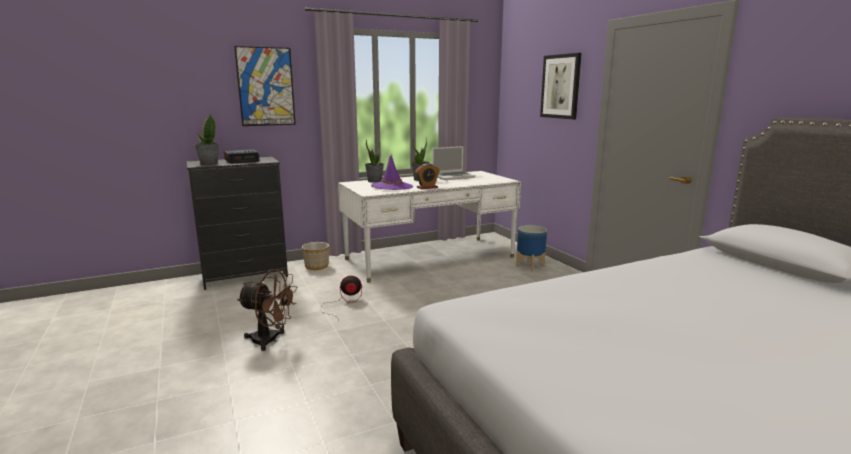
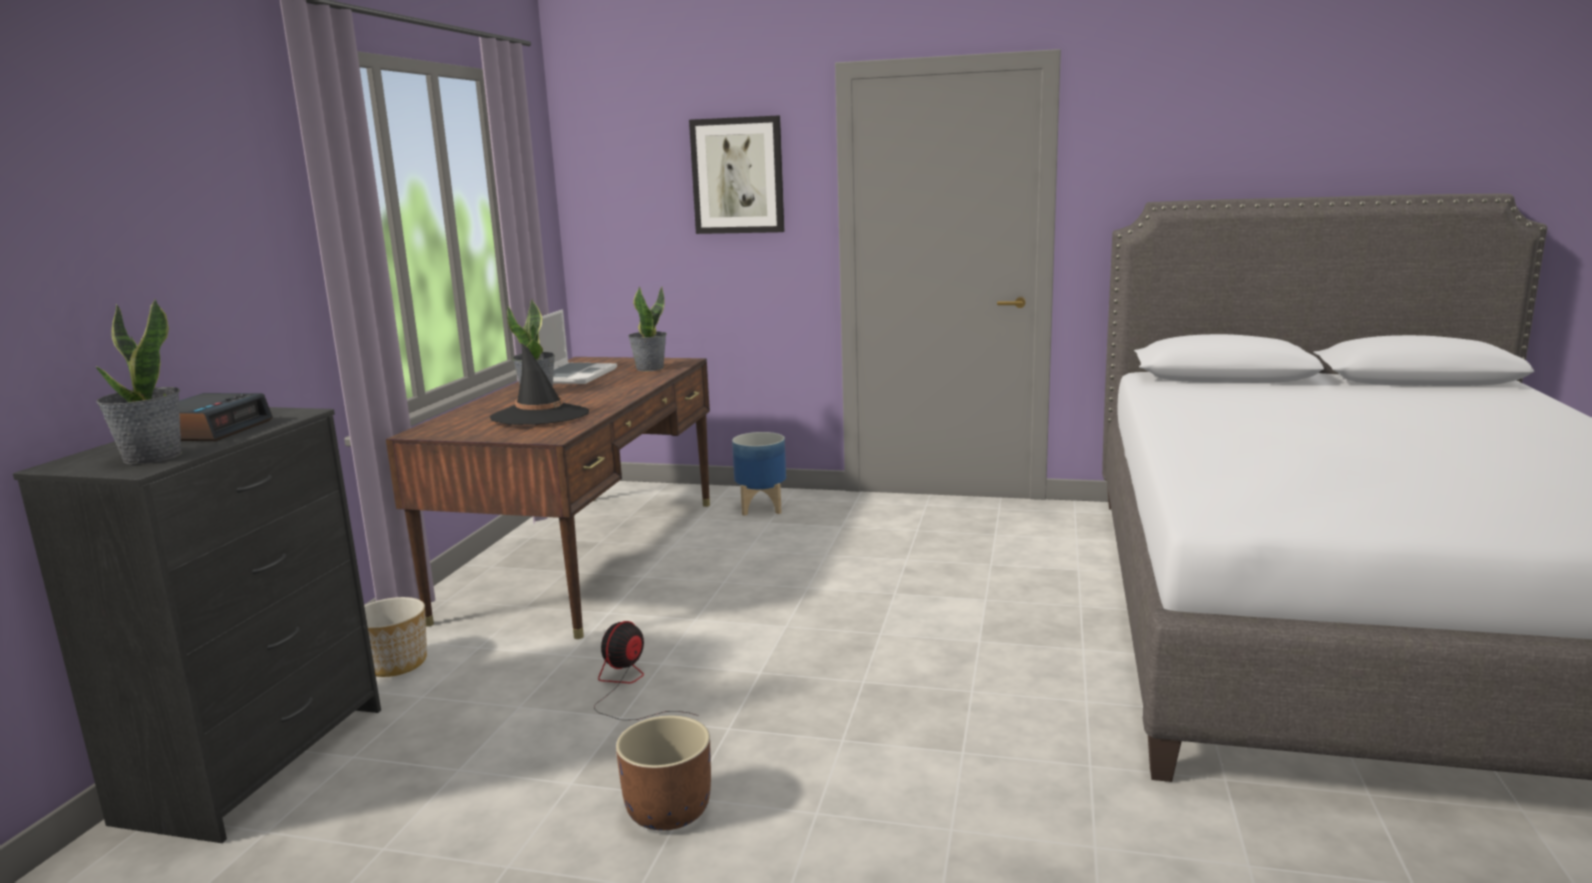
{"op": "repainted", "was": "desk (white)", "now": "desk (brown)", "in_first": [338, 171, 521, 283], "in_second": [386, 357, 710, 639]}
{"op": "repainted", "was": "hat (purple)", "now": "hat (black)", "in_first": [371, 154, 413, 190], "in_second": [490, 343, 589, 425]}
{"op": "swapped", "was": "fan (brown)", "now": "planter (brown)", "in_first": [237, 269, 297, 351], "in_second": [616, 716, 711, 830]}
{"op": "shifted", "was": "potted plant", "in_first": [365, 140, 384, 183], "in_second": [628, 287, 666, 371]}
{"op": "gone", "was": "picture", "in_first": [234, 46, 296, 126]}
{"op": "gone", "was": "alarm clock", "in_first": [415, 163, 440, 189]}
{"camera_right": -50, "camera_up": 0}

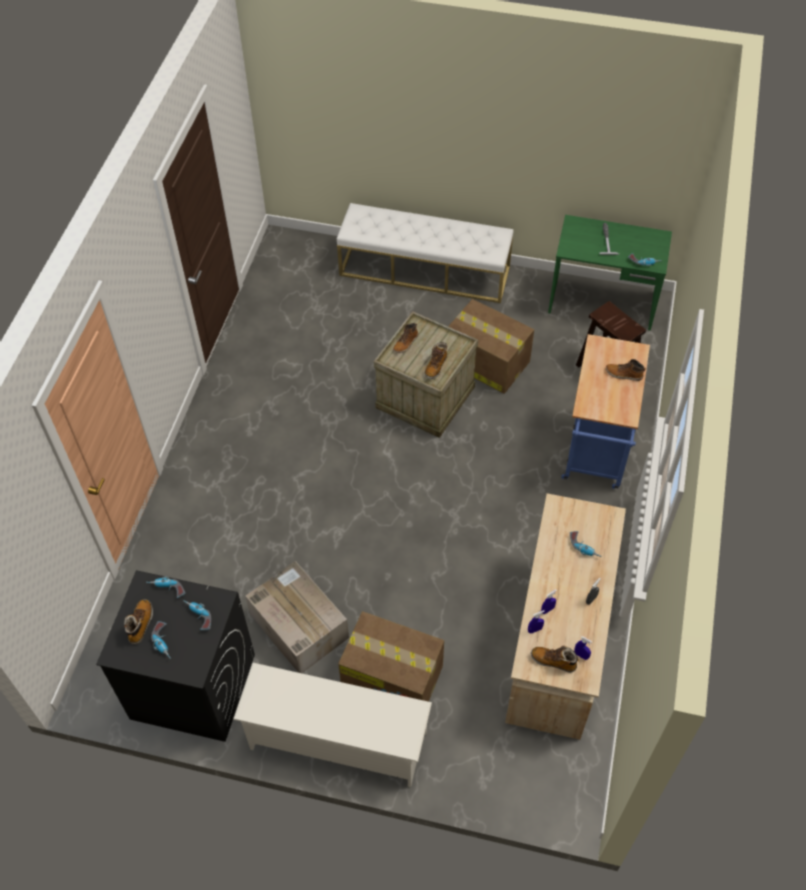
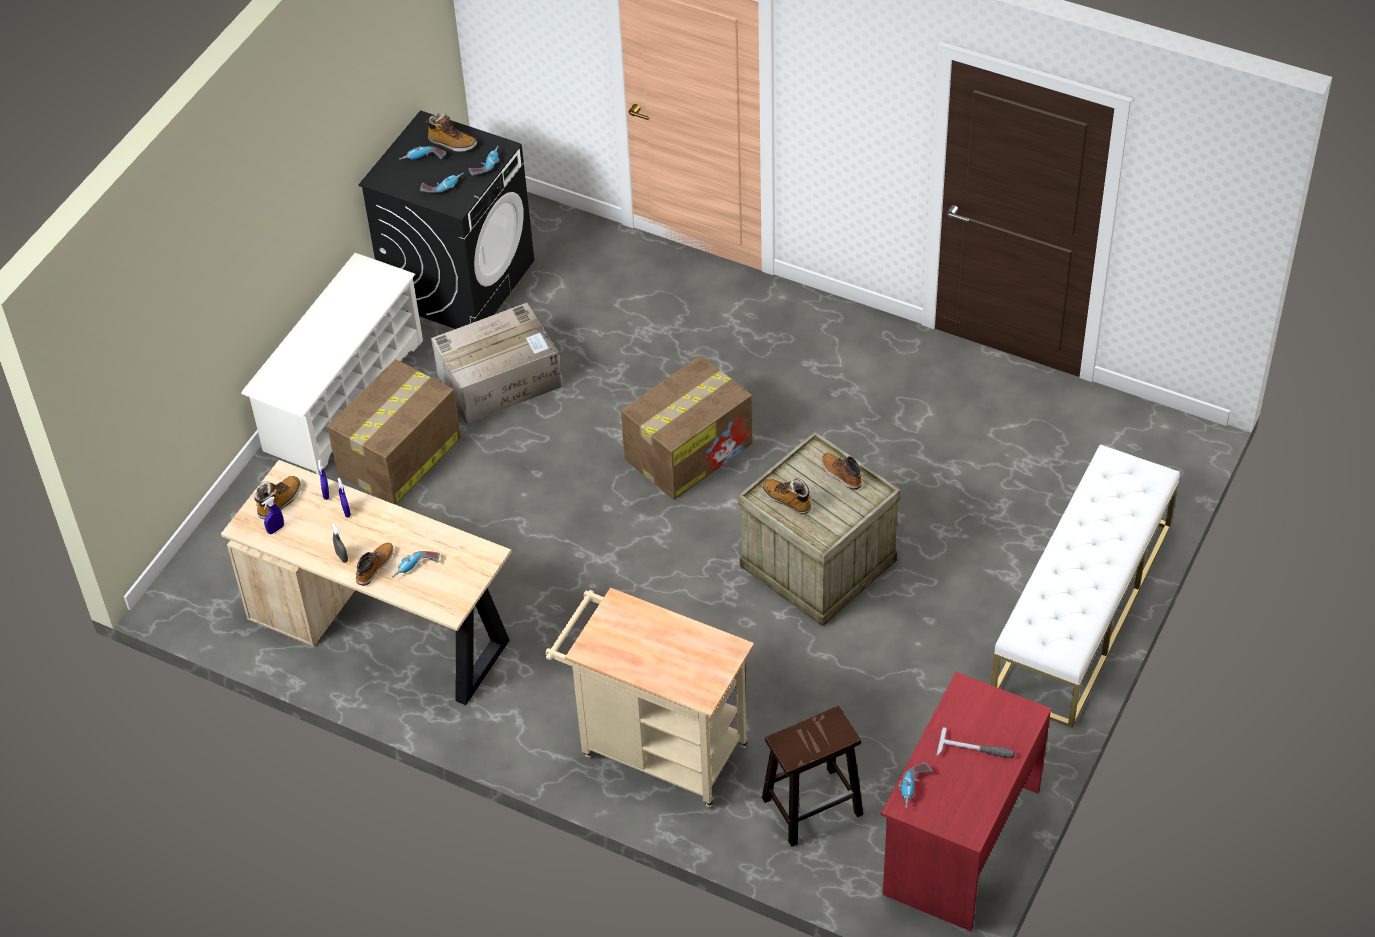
{"op": "shifted", "was": "boot", "in_first": [606, 359, 646, 381], "in_second": [356, 543, 394, 586]}
{"op": "repainted", "was": "cart (blue)", "now": "cart (beige)", "in_first": [561, 334, 650, 489], "in_second": [545, 588, 754, 808]}
{"op": "shifted", "was": "cardboard box", "in_first": [448, 299, 534, 394], "in_second": [621, 355, 753, 500]}
{"op": "repainted", "was": "desk (green)", "now": "desk (red)", "in_first": [548, 215, 672, 331], "in_second": [881, 672, 1052, 931]}
{"camera_right": 105, "camera_up": -5}

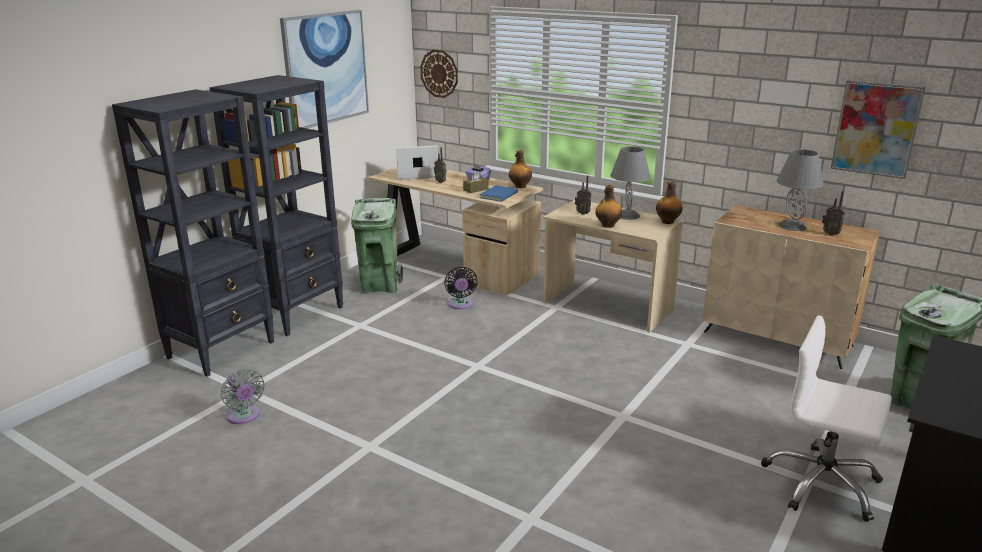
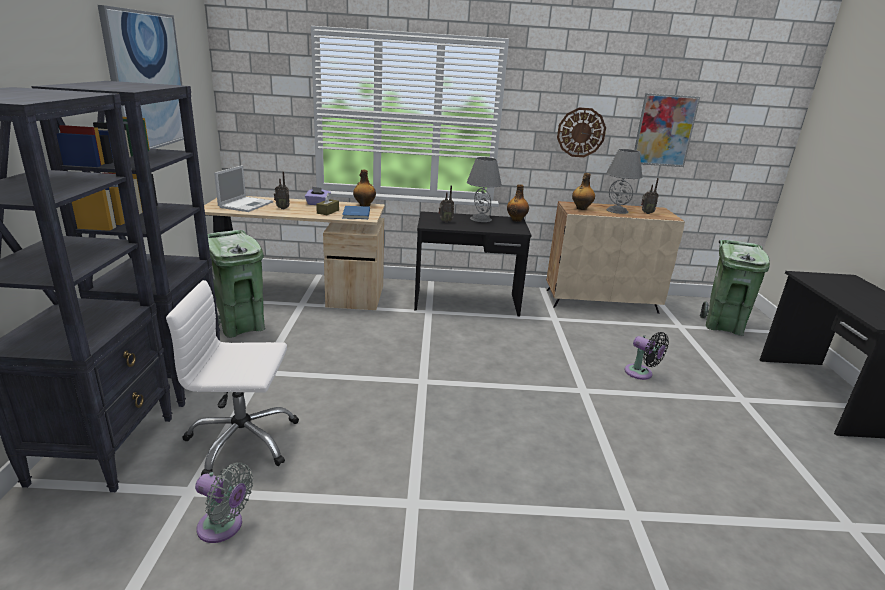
{"op": "shifted", "was": "office chair (white)", "in_first": [761, 315, 892, 522], "in_second": [166, 280, 299, 475]}
{"op": "rotated", "was": "laptop", "in_first": [396, 146, 438, 180], "in_second": [214, 165, 273, 212], "clockwise": 150}
{"op": "repainted", "was": "desk (beige)", "now": "desk (black)", "in_first": [543, 199, 683, 333], "in_second": [414, 211, 532, 317]}
{"op": "shifted", "was": "wall clock", "in_first": [420, 50, 458, 98], "in_second": [557, 108, 606, 157]}
{"op": "shifted", "was": "bottle", "in_first": [595, 185, 622, 228], "in_second": [572, 173, 595, 210]}
{"op": "shifted", "was": "fan (black)", "in_first": [444, 267, 478, 309], "in_second": [624, 332, 669, 380]}
{"camera_right": -35, "camera_up": 0}

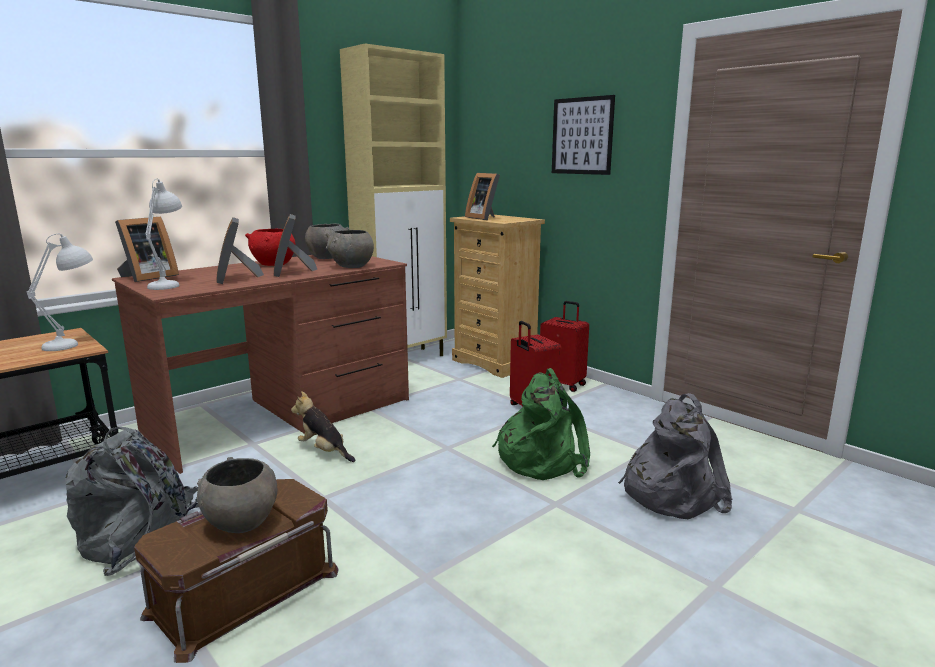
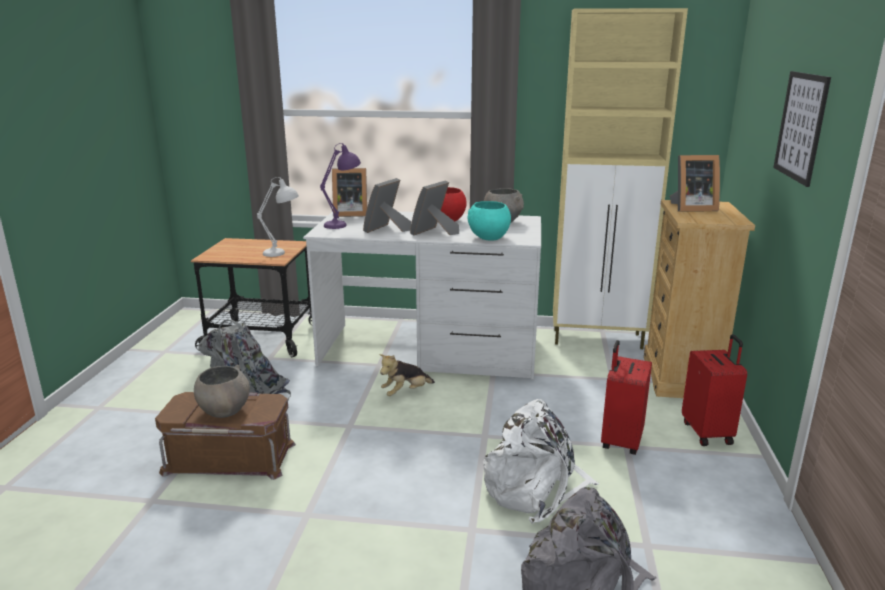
{"op": "repainted", "was": "desk (brown)", "now": "desk (white)", "in_first": [112, 255, 409, 474], "in_second": [303, 212, 541, 380]}
{"op": "repainted", "was": "table lamp (white)", "now": "table lamp (purple)", "in_first": [145, 178, 182, 290], "in_second": [320, 143, 361, 229]}
{"op": "rotated", "was": "plush toy", "in_first": [291, 391, 355, 462], "in_second": [379, 354, 435, 396], "clockwise": -120}
{"op": "repainted", "was": "bowl (grey)", "now": "bowl (turquoise)", "in_first": [326, 230, 374, 268], "in_second": [468, 201, 511, 241]}
{"op": "repainted", "was": "backpack (green)", "now": "backpack (white)", "in_first": [492, 368, 590, 480], "in_second": [483, 399, 599, 524]}
{"op": "rotated", "was": "picture frame", "in_first": [465, 173, 500, 220], "in_second": [670, 155, 720, 212], "clockwise": -105}
{"camera_right": 50, "camera_up": 5}

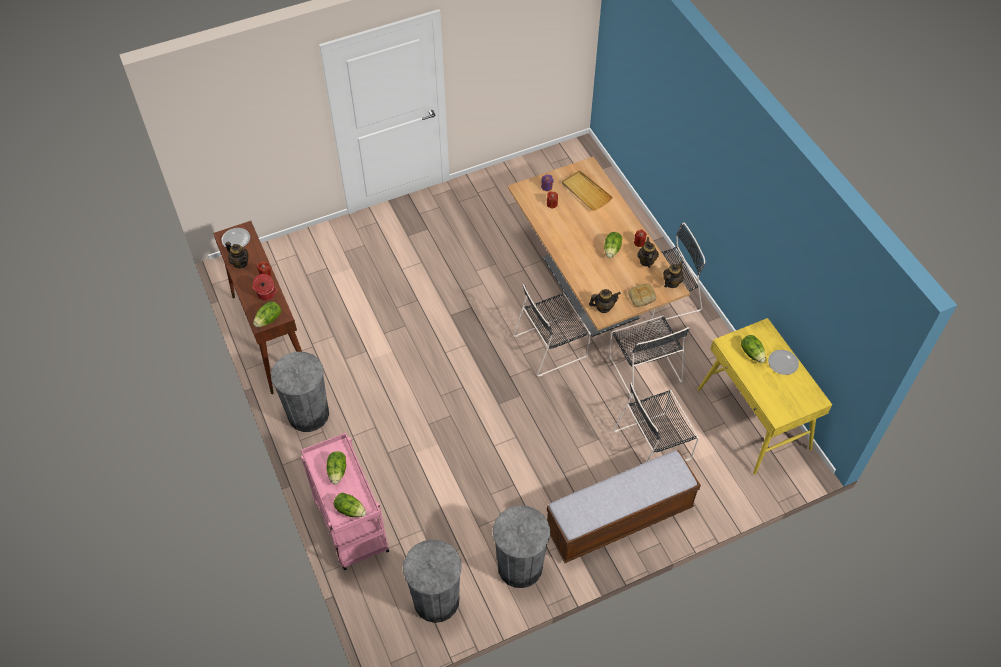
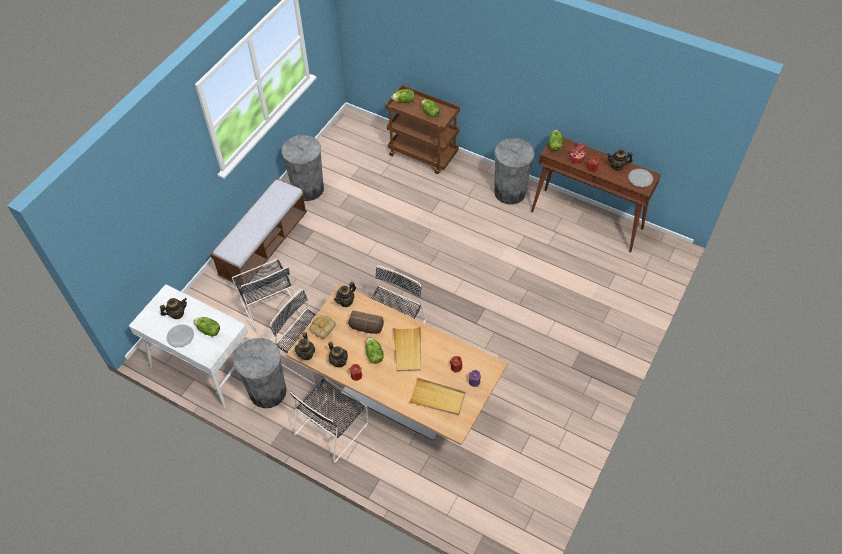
{"op": "repainted", "was": "desk (yellow)", "now": "desk (white)", "in_first": [697, 318, 832, 475], "in_second": [129, 284, 248, 408]}
{"op": "new", "now": "teapot", "in_second": [160, 298, 187, 319]}
{"op": "rotated", "was": "chair (black)", "in_first": [613, 383, 699, 462], "in_second": [232, 259, 301, 333], "clockwise": 120}
{"op": "shifted", "was": "trash can (grey)", "in_first": [403, 539, 462, 623], "in_second": [233, 338, 287, 408]}
{"op": "new", "now": "bread", "in_second": [348, 311, 384, 334]}
{"op": "repainted", "was": "cart (pink)", "now": "cart (brown)", "in_first": [301, 433, 389, 570], "in_second": [385, 85, 460, 174]}
{"op": "new", "now": "tray (beige)", "in_second": [393, 326, 421, 372]}
{"camera_right": 145, "camera_up": 0}

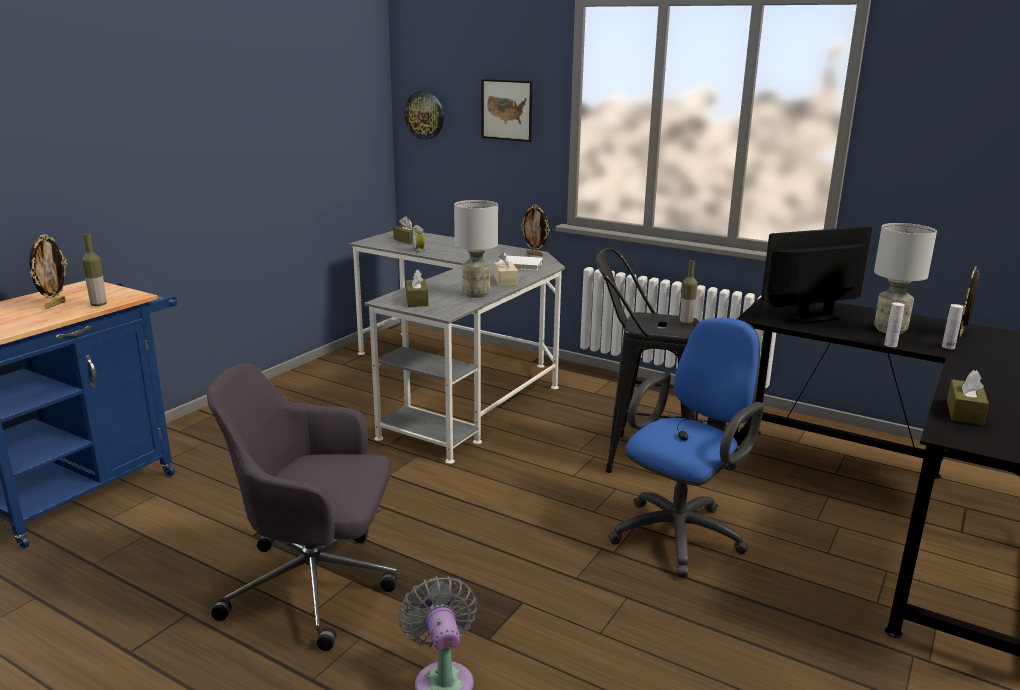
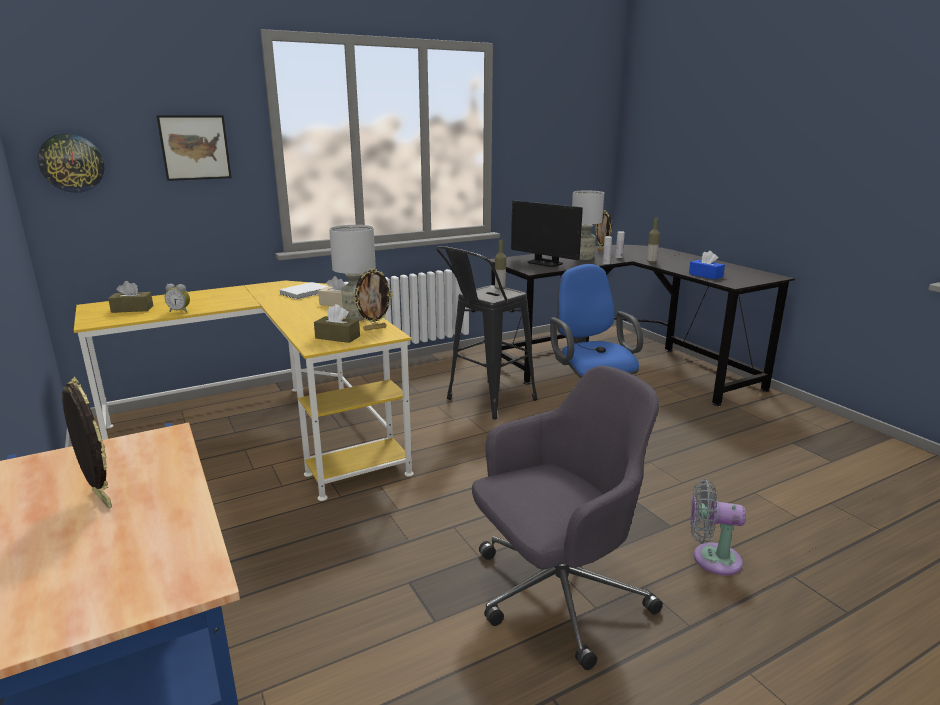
{"op": "repainted", "was": "desk (grey)", "now": "desk (yellow)", "in_first": [349, 231, 565, 464], "in_second": [74, 280, 414, 501]}
{"op": "shifted", "was": "picture frame", "in_first": [521, 205, 550, 256], "in_second": [353, 268, 393, 331]}
{"op": "rotated", "was": "office chair (grey)", "in_first": [207, 363, 397, 651], "in_second": [472, 366, 663, 670], "clockwise": -150}
{"op": "rotated", "was": "monitor", "in_first": [760, 226, 872, 324], "in_second": [511, 200, 583, 267], "clockwise": -60}
{"op": "shifted", "was": "bottle", "in_first": [82, 234, 107, 306], "in_second": [647, 218, 660, 263]}
{"op": "repainted", "was": "tissue box (brown)", "now": "tissue box (blue)", "in_first": [947, 370, 989, 425], "in_second": [689, 251, 725, 280]}
{"camera_right": -60, "camera_up": 0}

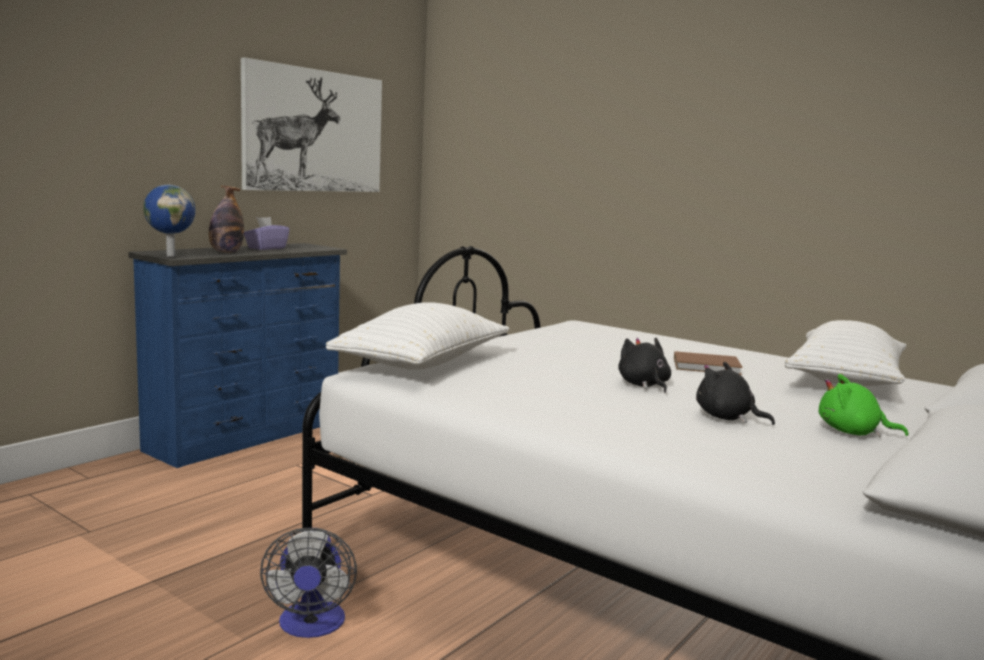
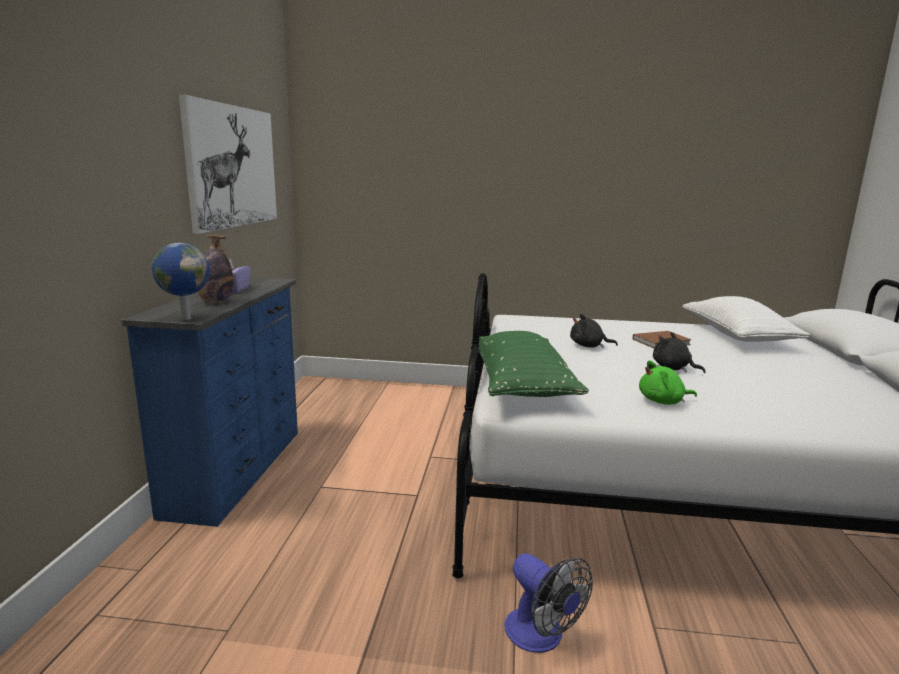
{"op": "repainted", "was": "pillow (white)", "now": "pillow (green)", "in_first": [326, 302, 510, 370], "in_second": [470, 331, 589, 397]}
{"op": "shifted", "was": "plush toy (black)", "in_first": [696, 362, 775, 425], "in_second": [570, 314, 618, 348]}
{"op": "shifted", "was": "plush toy (green)", "in_first": [819, 374, 908, 437], "in_second": [639, 360, 697, 405]}
{"camera_right": -30, "camera_up": 5}

